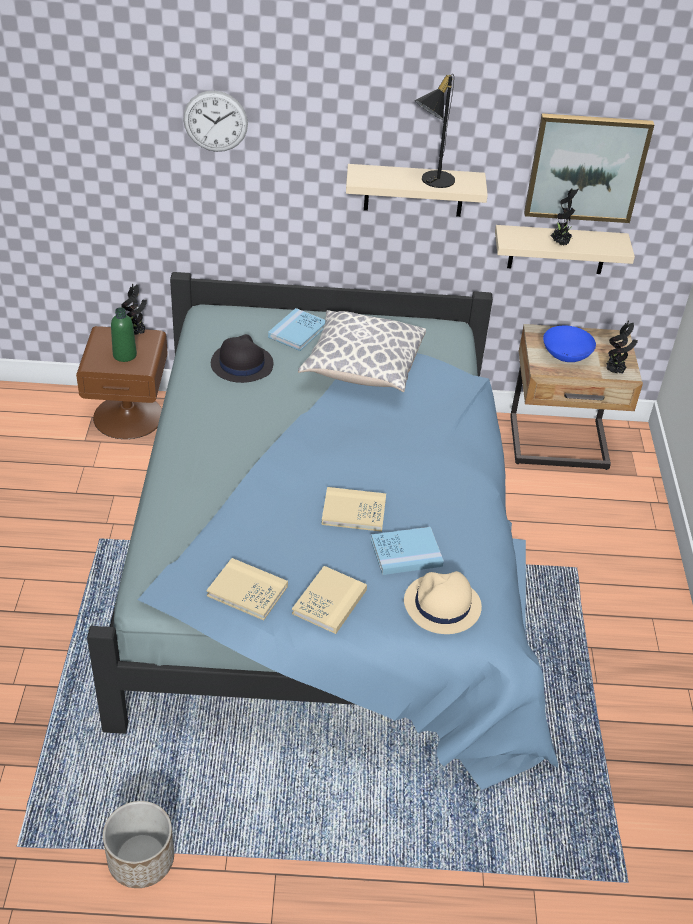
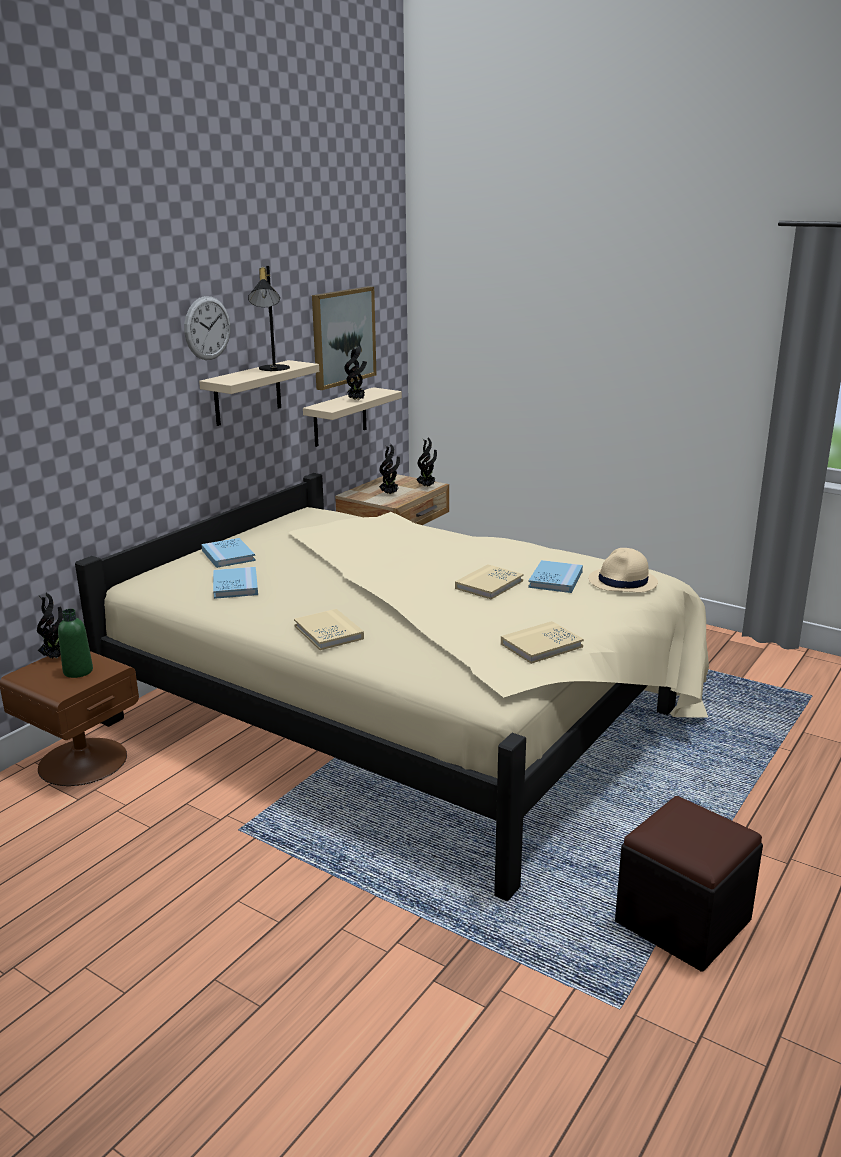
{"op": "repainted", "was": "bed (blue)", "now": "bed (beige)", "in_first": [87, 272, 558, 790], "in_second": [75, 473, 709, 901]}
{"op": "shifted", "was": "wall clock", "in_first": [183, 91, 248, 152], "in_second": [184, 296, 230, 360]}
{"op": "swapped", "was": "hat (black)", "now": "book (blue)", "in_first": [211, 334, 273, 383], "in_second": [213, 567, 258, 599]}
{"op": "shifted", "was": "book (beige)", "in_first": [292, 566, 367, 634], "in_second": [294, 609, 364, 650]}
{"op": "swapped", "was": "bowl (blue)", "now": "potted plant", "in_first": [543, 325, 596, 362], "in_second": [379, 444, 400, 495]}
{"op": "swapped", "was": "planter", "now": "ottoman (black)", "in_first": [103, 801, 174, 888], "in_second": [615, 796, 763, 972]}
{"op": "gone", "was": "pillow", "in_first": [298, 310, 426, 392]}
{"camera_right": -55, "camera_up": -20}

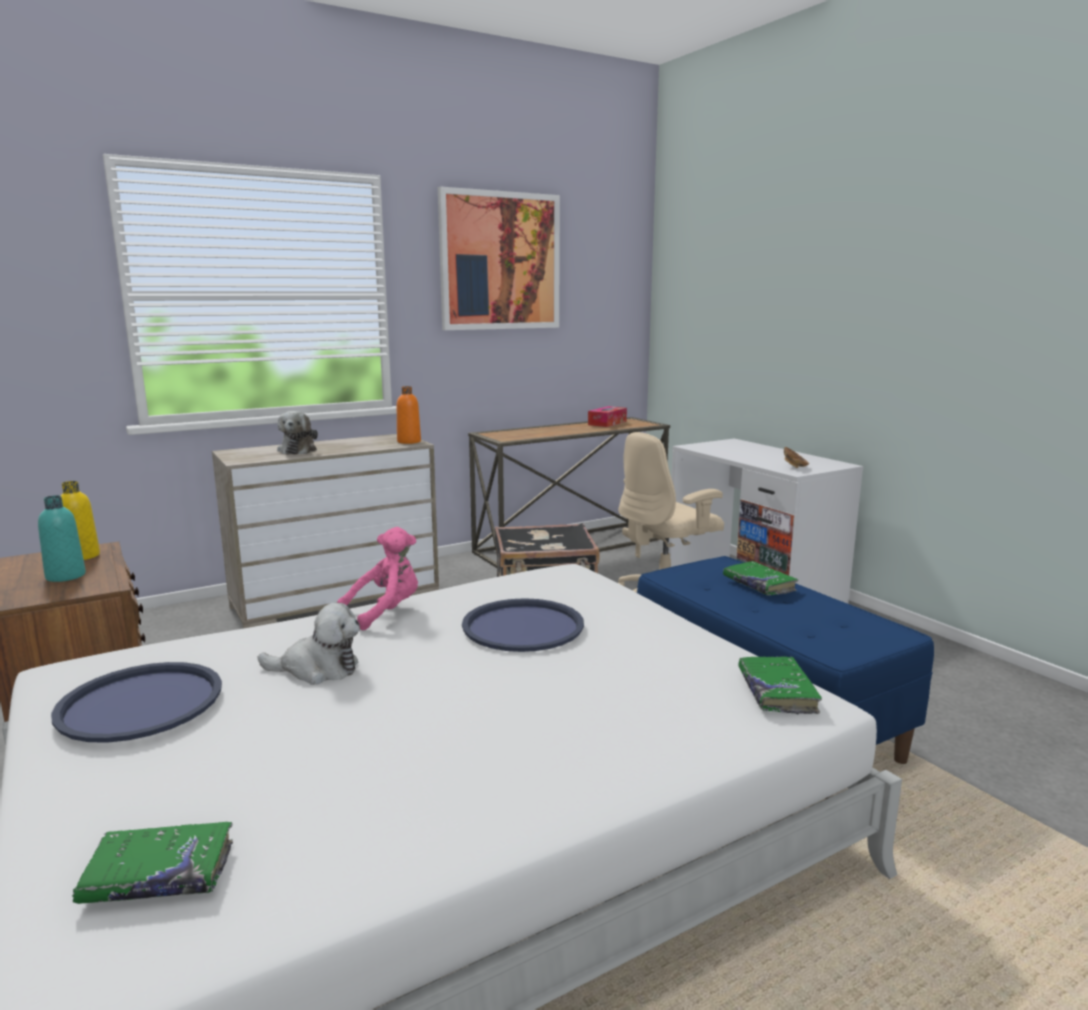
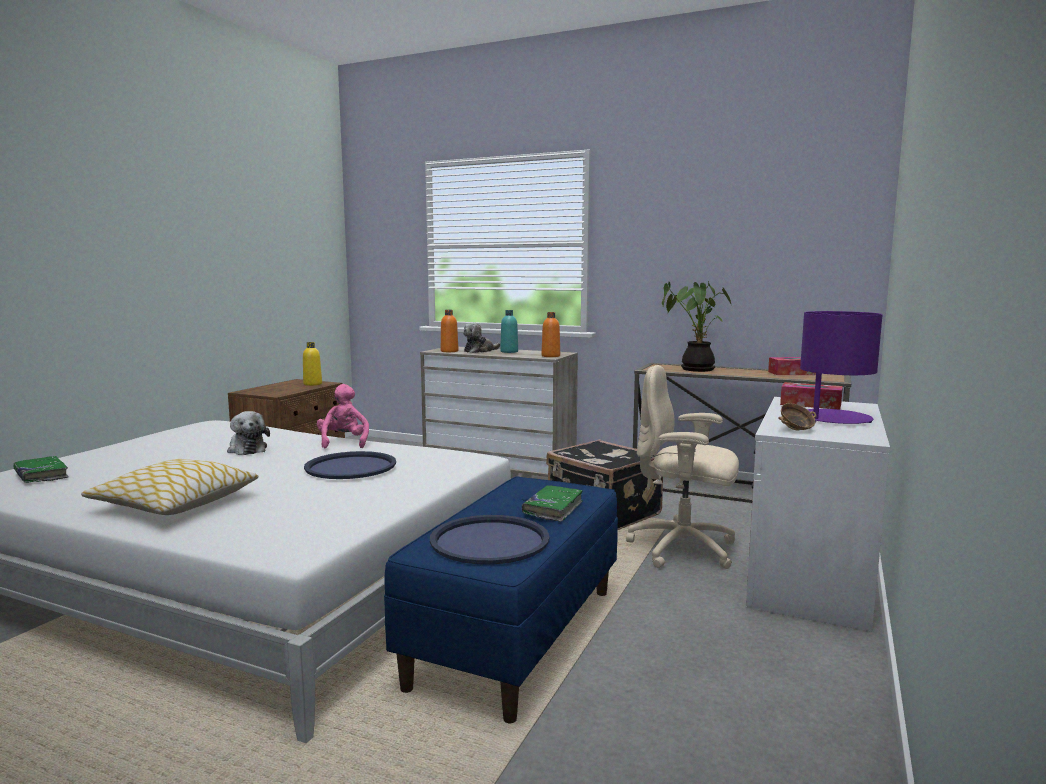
{"op": "new", "now": "pillow", "in_second": [81, 459, 258, 515]}
{"op": "rotated", "was": "plush toy (pink)", "in_first": [337, 527, 418, 631], "in_second": [317, 384, 369, 448], "clockwise": -120}
{"op": "shifted", "was": "tray (blue)", "in_first": [51, 662, 222, 743], "in_second": [430, 515, 550, 564]}
{"op": "new", "now": "bottle (orange)", "in_second": [441, 310, 459, 352]}
{"op": "shifted", "was": "bottle (turquoise)", "in_first": [38, 495, 86, 582], "in_second": [500, 310, 518, 353]}
{"op": "new", "now": "potted plant", "in_second": [662, 281, 731, 372]}
{"op": "new", "now": "tissue box", "in_second": [780, 382, 843, 410]}
{"op": "new", "now": "table lamp (purple)", "in_second": [800, 311, 883, 424]}
{"op": "gone", "was": "picture", "in_first": [438, 187, 560, 330]}
{"op": "gone", "was": "book (green)", "in_first": [738, 656, 822, 715]}
{"camera_right": 55, "camera_up": -5}

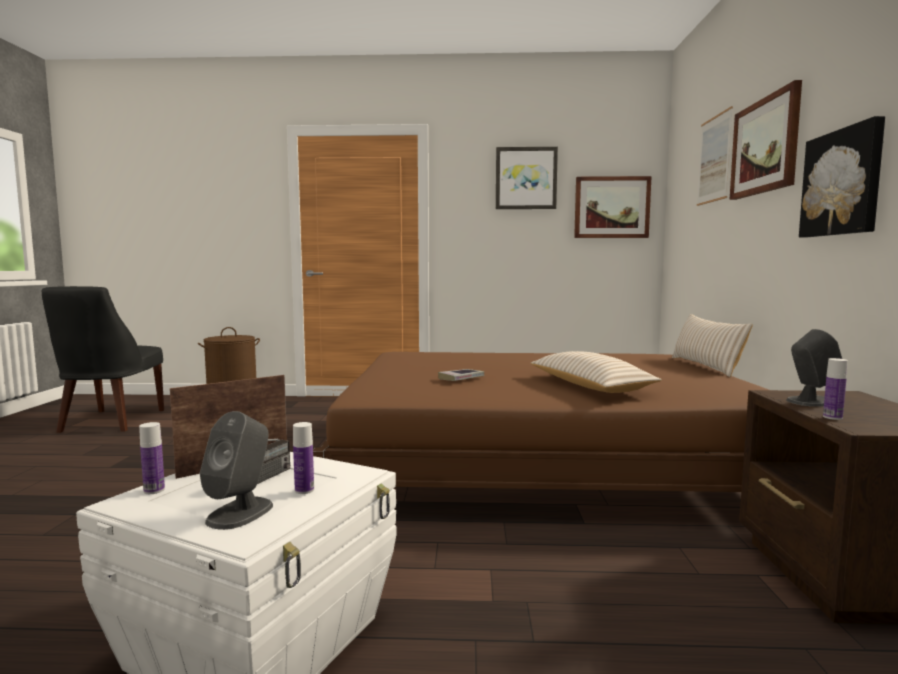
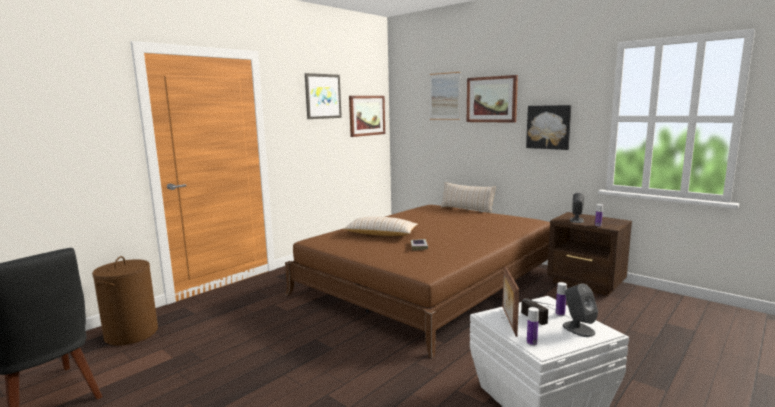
{"op": "shifted", "was": "pillow (beige)", "in_first": [531, 351, 662, 393], "in_second": [344, 217, 418, 236]}
{"camera_right": -50, "camera_up": 5}

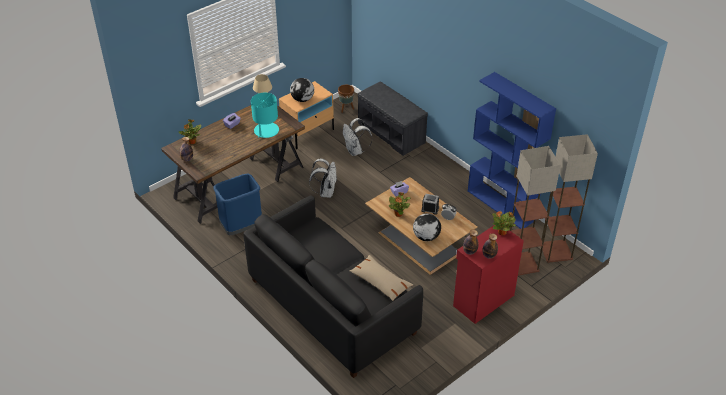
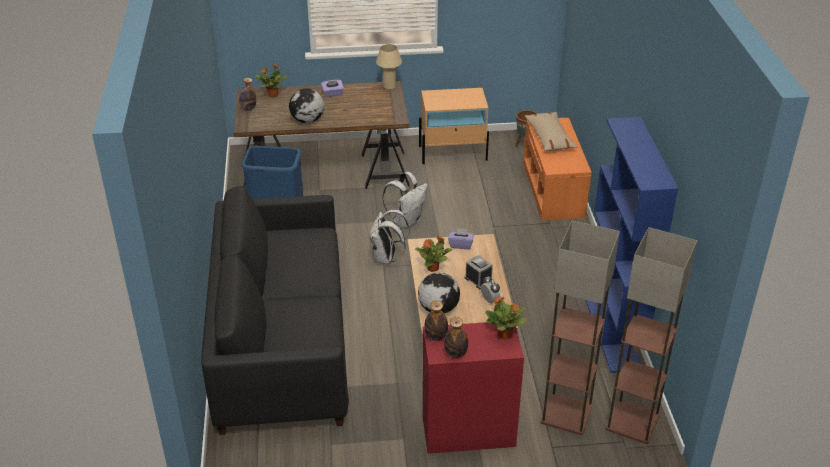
{"op": "shifted", "was": "globe", "in_first": [290, 78, 314, 102], "in_second": [289, 88, 324, 123]}
{"op": "shifted", "was": "backpack (white)", "in_first": [343, 118, 372, 156], "in_second": [369, 210, 410, 264]}
{"op": "repainted", "was": "bench (grey)", "now": "bench (orange)", "in_first": [358, 81, 428, 156], "in_second": [523, 118, 591, 221]}
{"op": "shifted", "was": "pillow (beige)", "in_first": [349, 255, 413, 301], "in_second": [525, 112, 578, 151]}
{"op": "gone", "was": "table lamp (turquoise)", "in_first": [251, 93, 279, 138]}
{"camera_right": 35, "camera_up": -5}

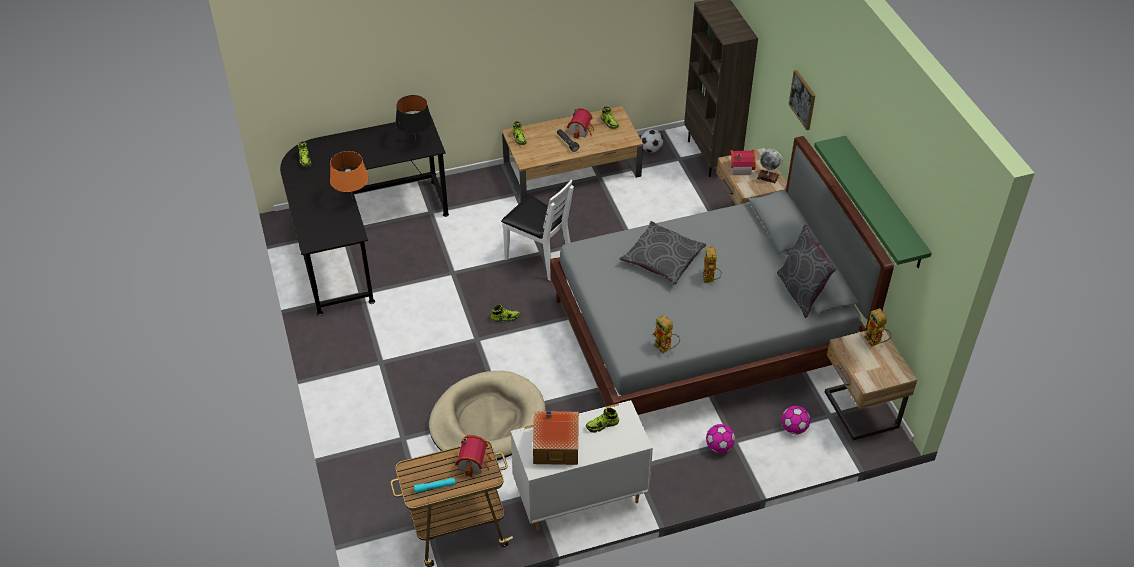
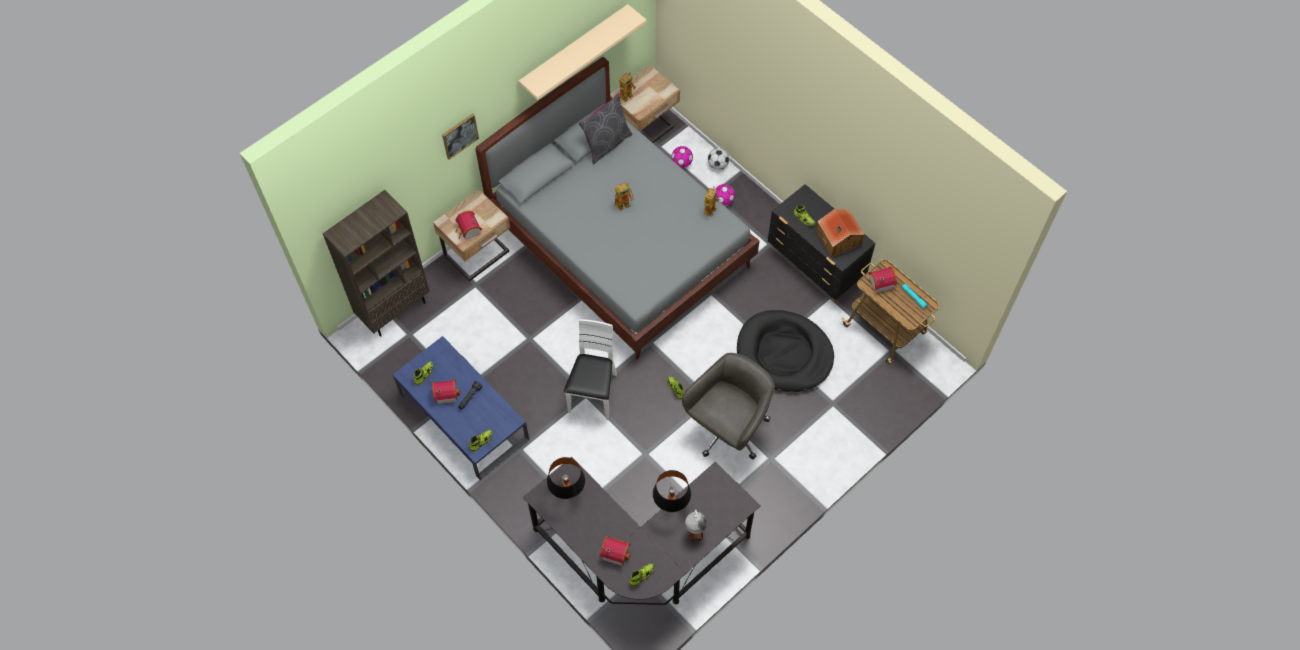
{"op": "repainted", "was": "coffee table (brown)", "now": "coffee table (blue)", "in_first": [502, 106, 643, 202], "in_second": [392, 336, 529, 480]}
{"op": "repainted", "was": "shelf (green)", "now": "shelf (beige)", "in_first": [814, 136, 932, 268], "in_second": [519, 4, 647, 100]}
{"op": "new", "now": "toy house", "in_second": [600, 536, 631, 566]}
{"op": "repainted", "was": "table lamp (orange)", "now": "table lamp (black)", "in_first": [330, 151, 369, 198], "in_second": [653, 470, 691, 512]}
{"op": "new", "now": "office chair (grey)", "in_second": [682, 353, 775, 459]}
{"op": "shifted", "was": "globe", "in_first": [757, 149, 783, 183], "in_second": [685, 510, 707, 541]}
{"op": "shifted", "was": "football", "in_first": [640, 129, 663, 152], "in_second": [708, 148, 729, 170]}
{"op": "repainted", "was": "dog bed (beige)", "now": "dog bed (black)", "in_first": [429, 371, 546, 461], "in_second": [737, 310, 834, 392]}
{"op": "repainted", "was": "dresser (white)", "now": "dresser (black)", "in_first": [511, 400, 653, 530], "in_second": [768, 184, 876, 302]}
{"op": "gone", "was": "pillow (grey)", "in_first": [620, 221, 706, 284]}
{"camera_right": -115, "camera_up": 15}

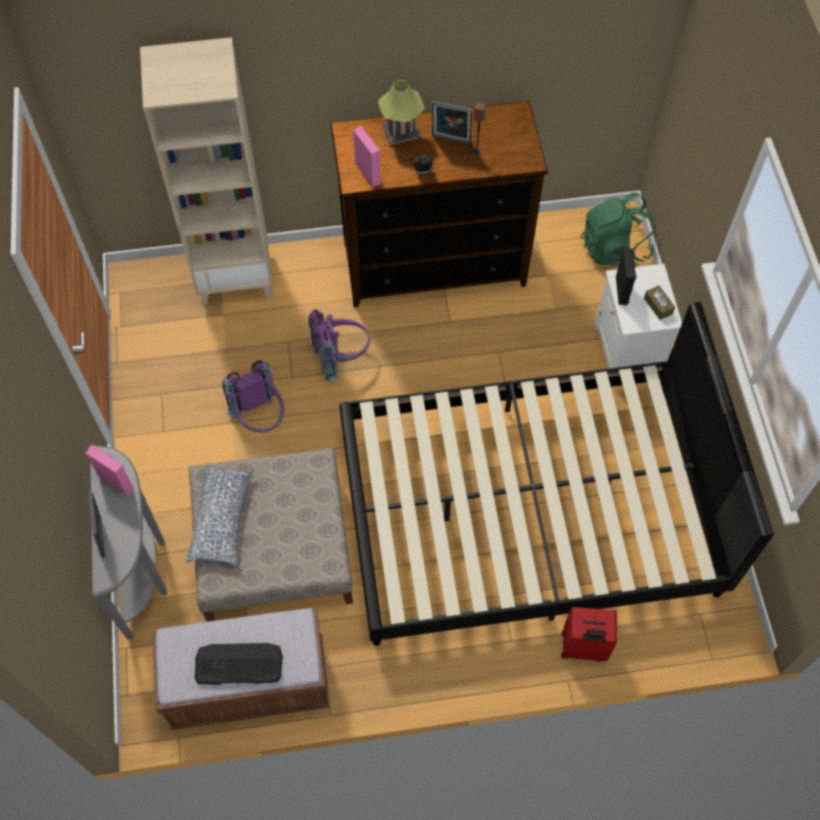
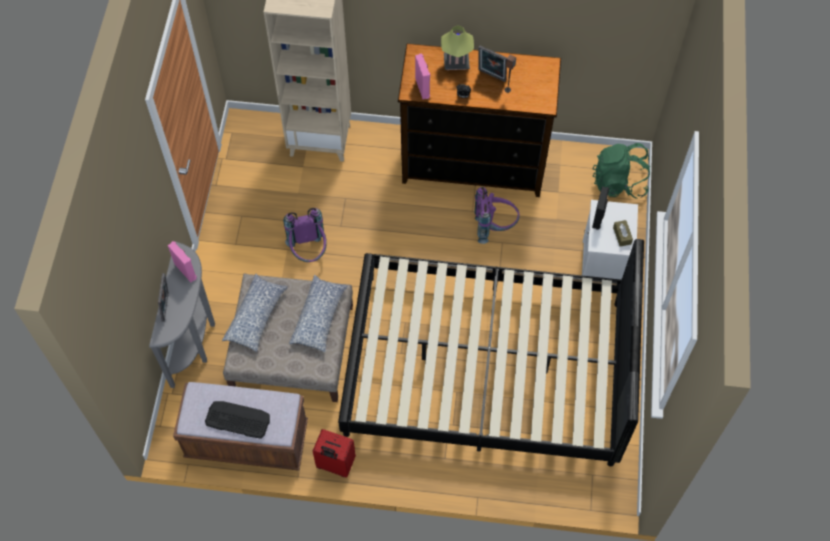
{"op": "new", "now": "pillow", "in_second": [289, 275, 348, 353]}
{"op": "shifted", "was": "suitcase (red)", "in_first": [561, 607, 617, 661], "in_second": [313, 429, 356, 478]}
{"op": "shifted", "was": "backpack (purple)", "in_first": [308, 309, 371, 382], "in_second": [474, 187, 520, 244]}
{"camera_right": 15, "camera_up": 0}

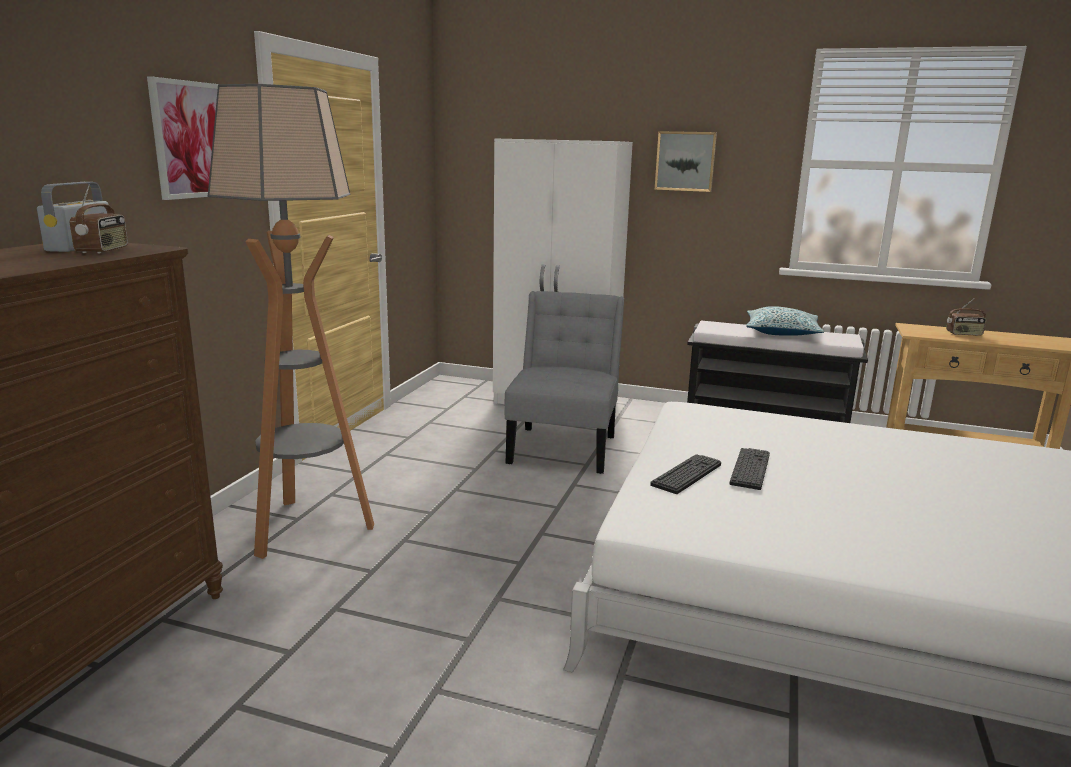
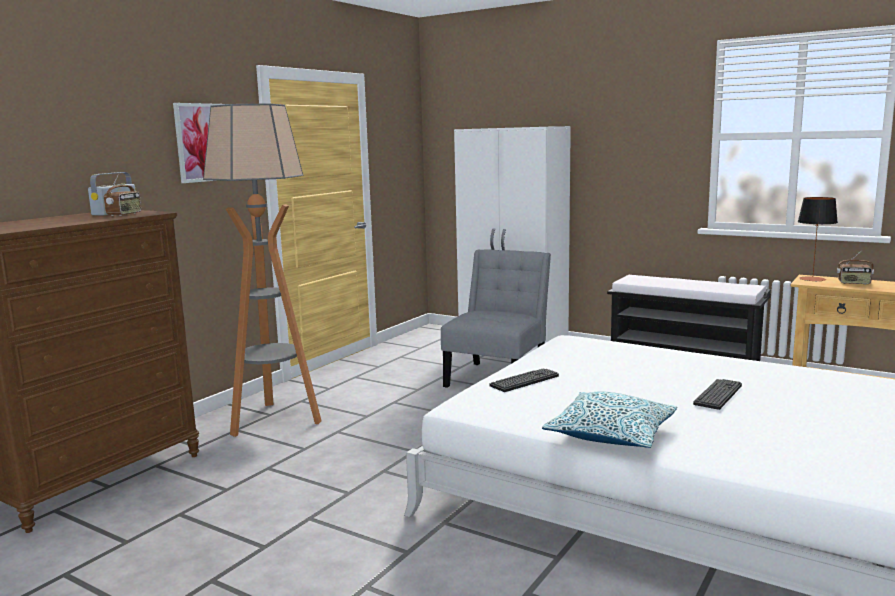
{"op": "shifted", "was": "pillow", "in_first": [746, 306, 825, 336], "in_second": [542, 391, 677, 448]}
{"op": "shifted", "was": "keyboard", "in_first": [730, 448, 770, 490], "in_second": [693, 379, 742, 410]}
{"op": "new", "now": "table lamp", "in_second": [798, 197, 838, 282]}
{"op": "gone", "was": "picture", "in_first": [655, 131, 717, 192]}
{"camera_right": 15, "camera_up": -5}

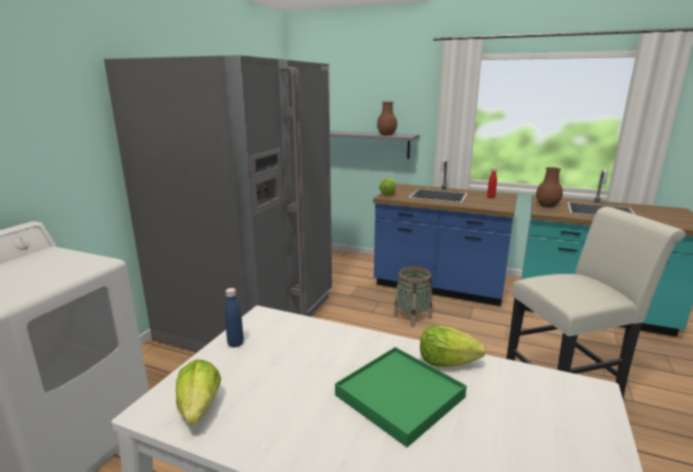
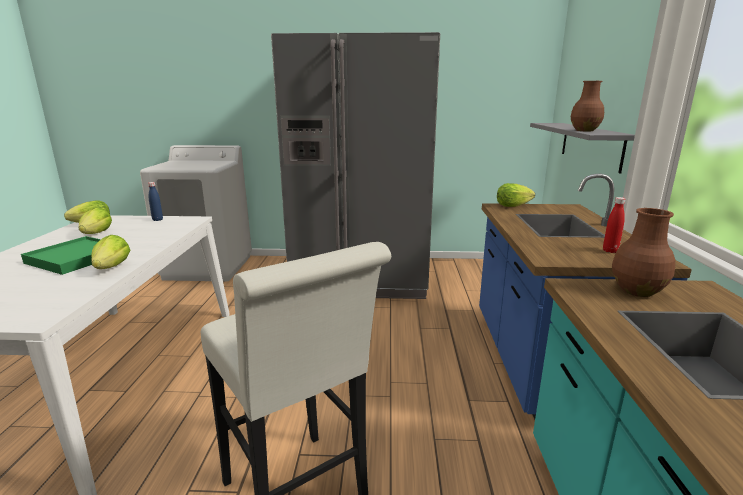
{"op": "new", "now": "lettuce", "in_second": [78, 207, 112, 234]}
{"op": "gone", "was": "basket", "in_first": [393, 266, 432, 327]}
{"camera_right": 70, "camera_up": 0}

